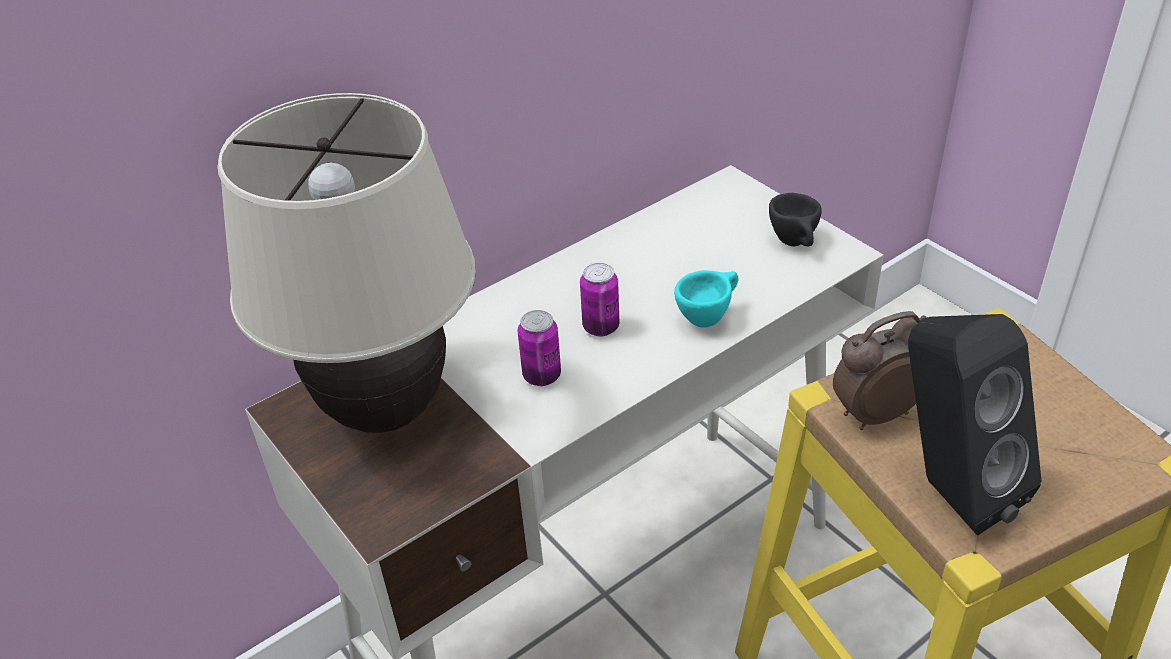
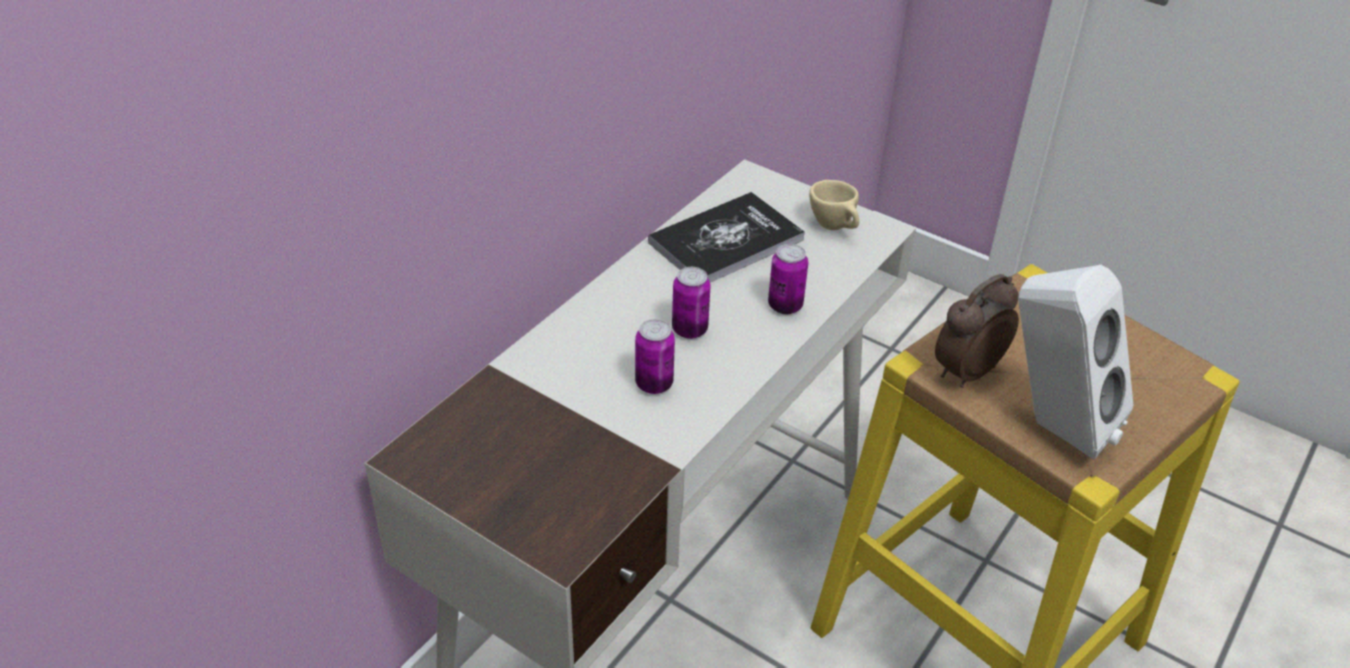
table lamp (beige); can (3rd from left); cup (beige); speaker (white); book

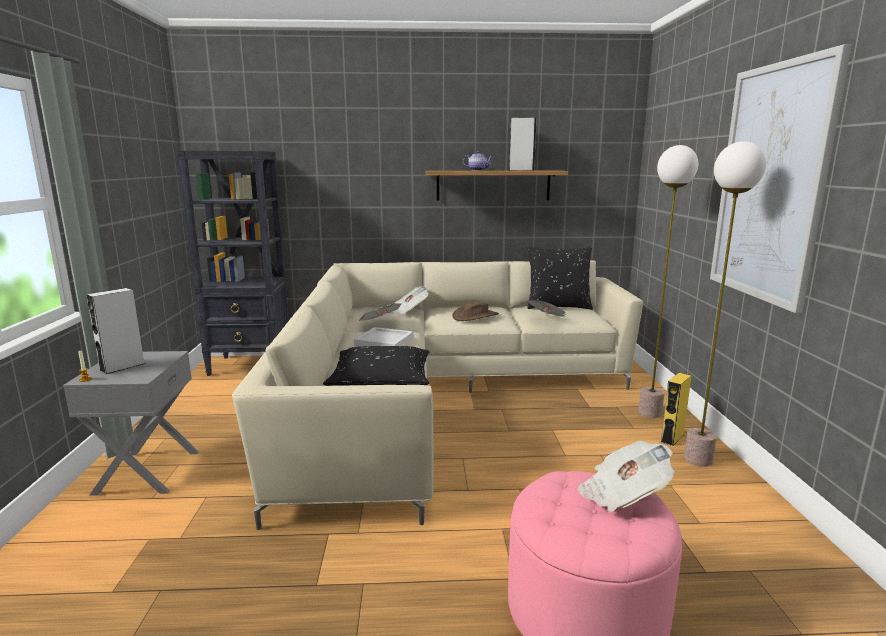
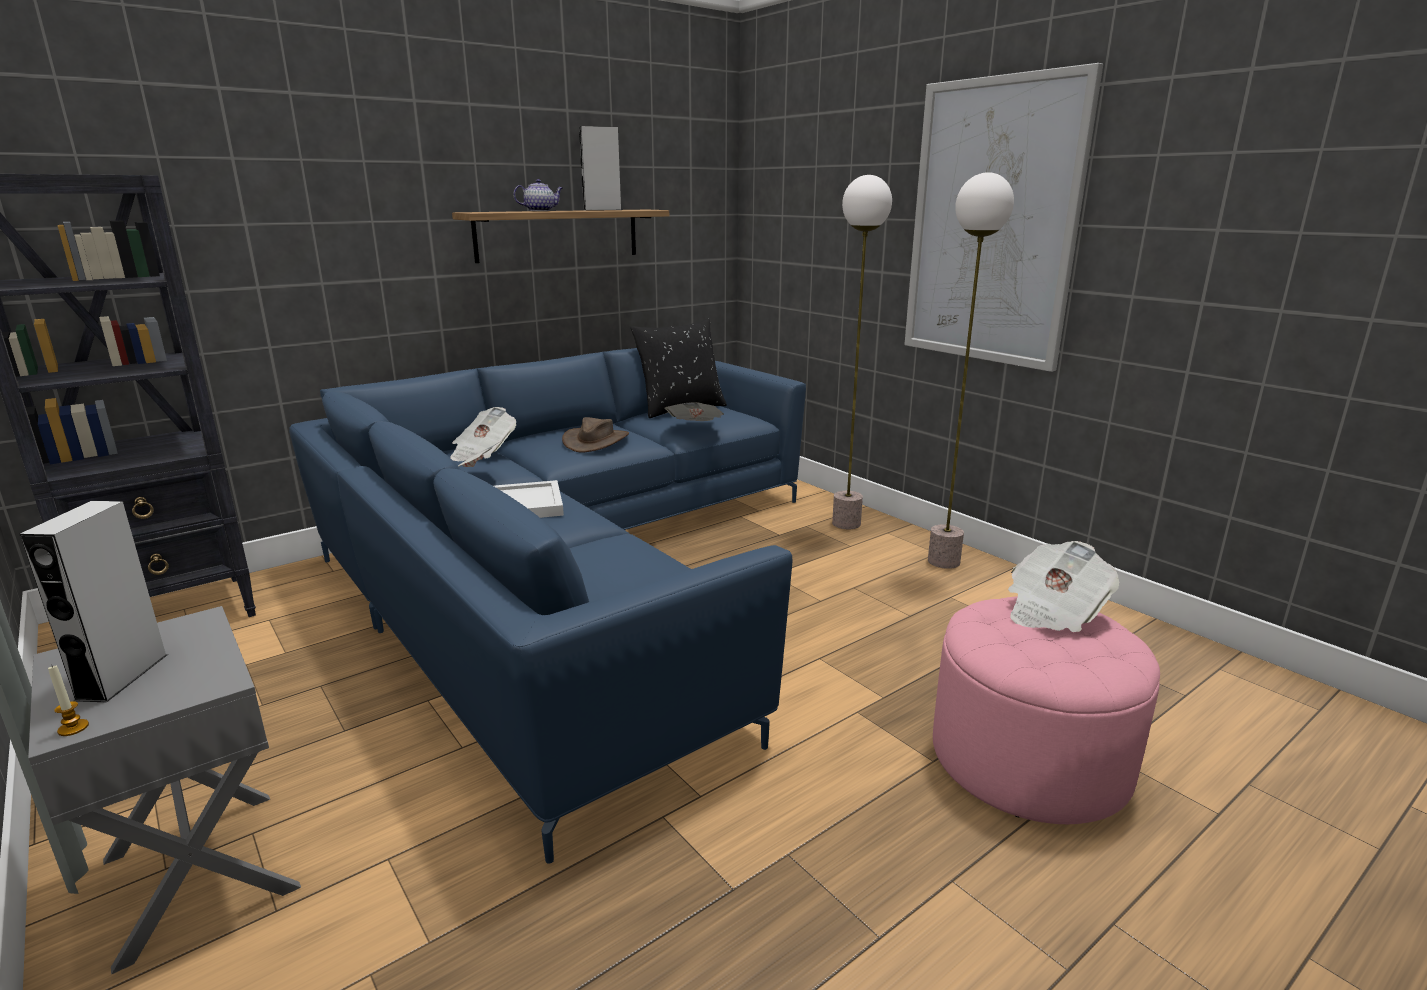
sofa (blue); pillow (black) (1st from left in the first image); speaker (yellow)

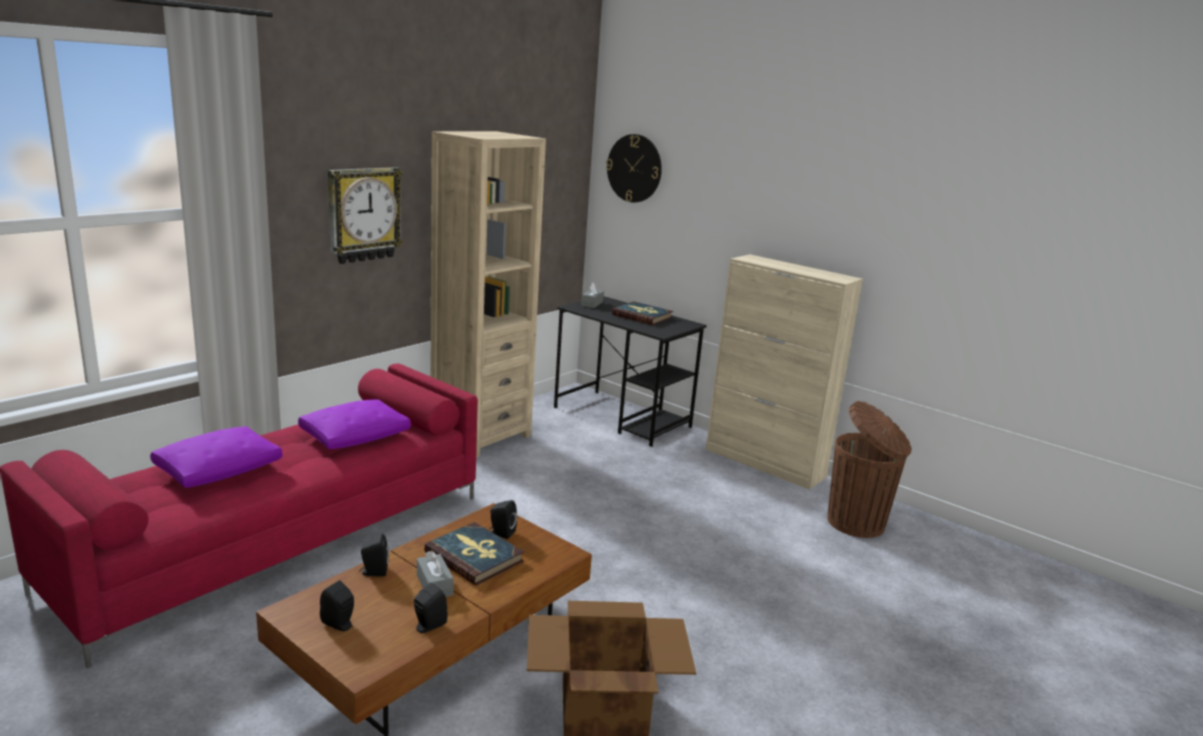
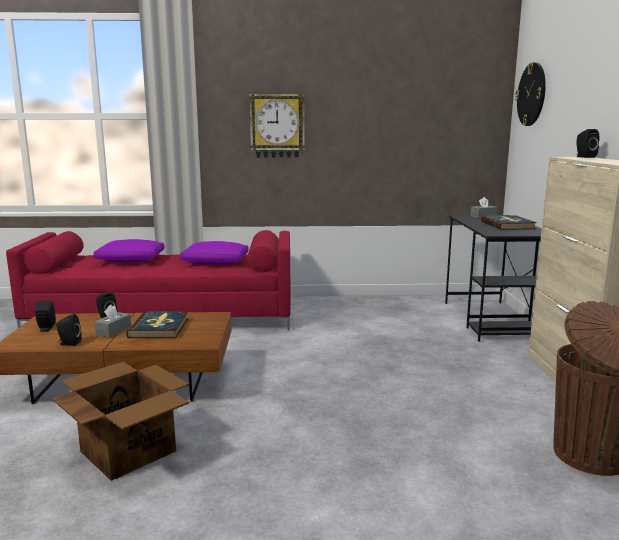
bookcase (beige); speaker (black) (4th from left)

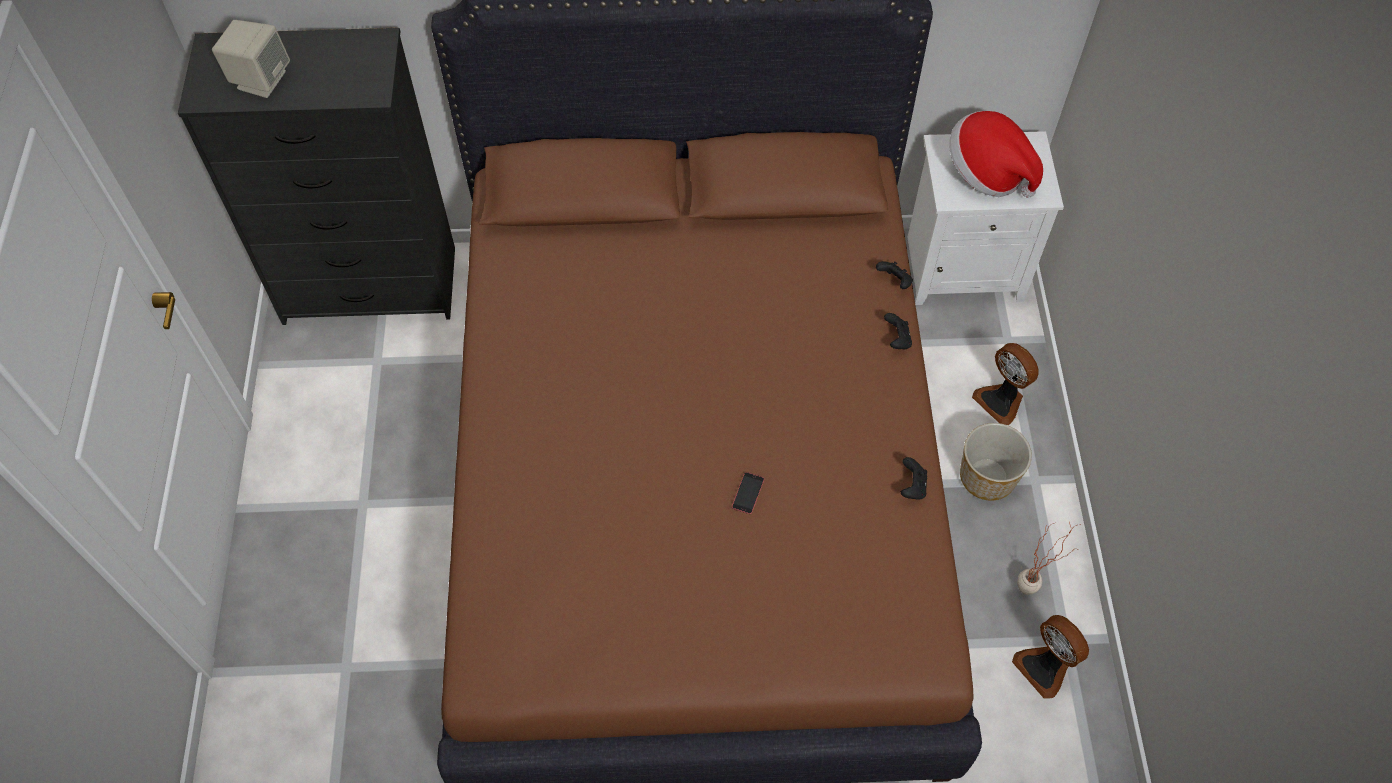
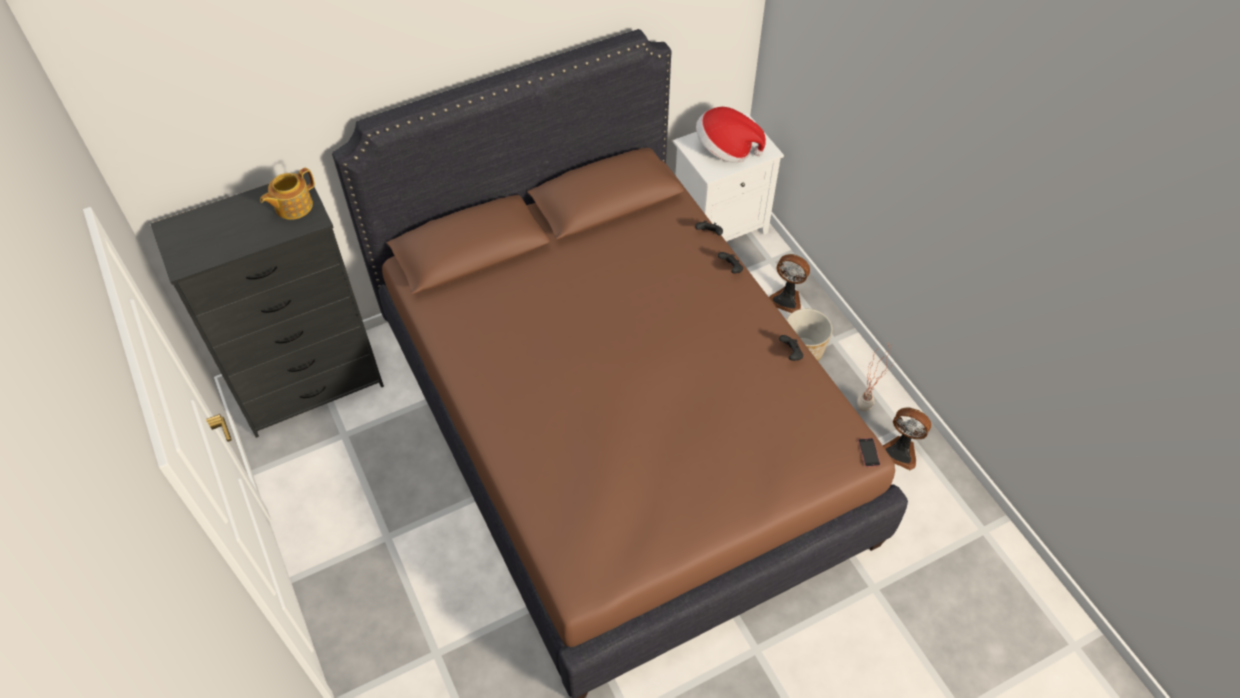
speaker (beige); phone; teapot

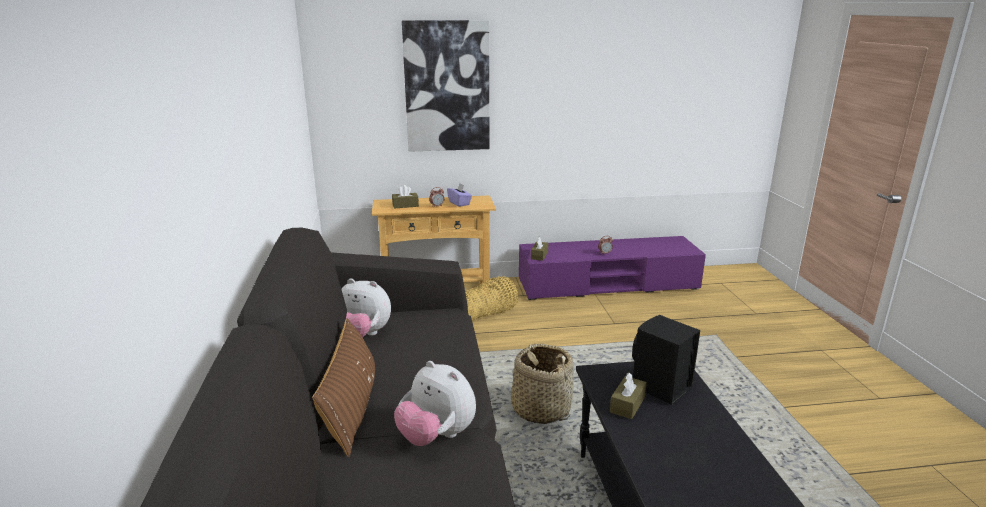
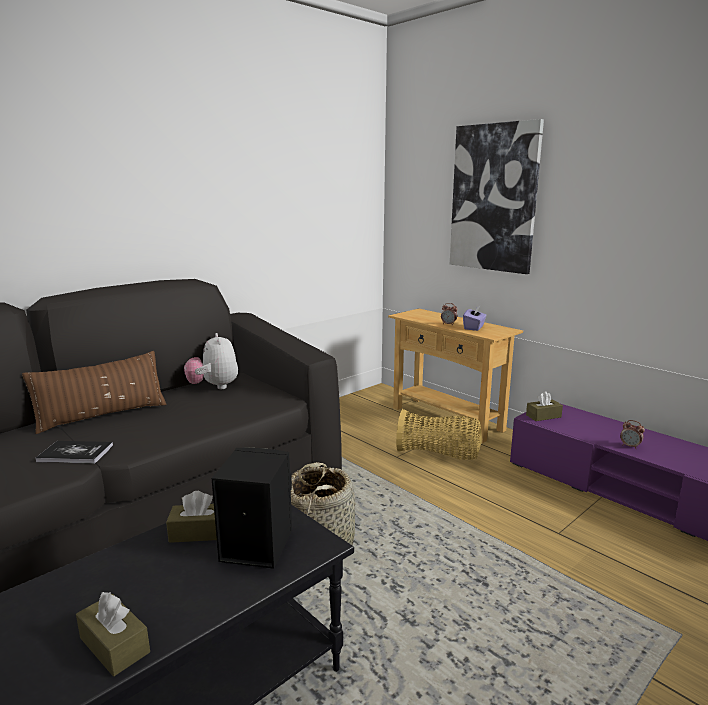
tissue box (brown) (1st from left); book

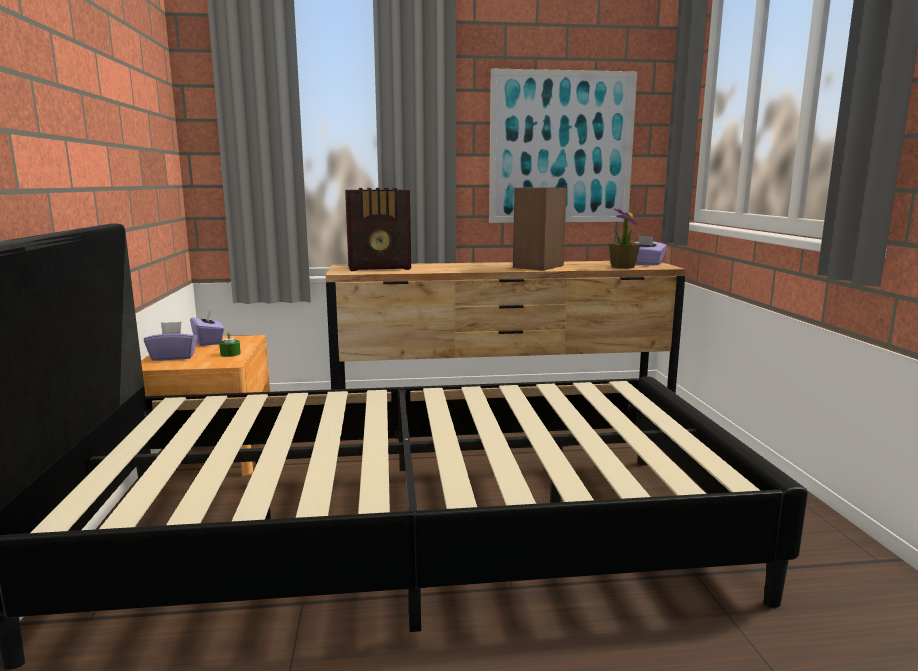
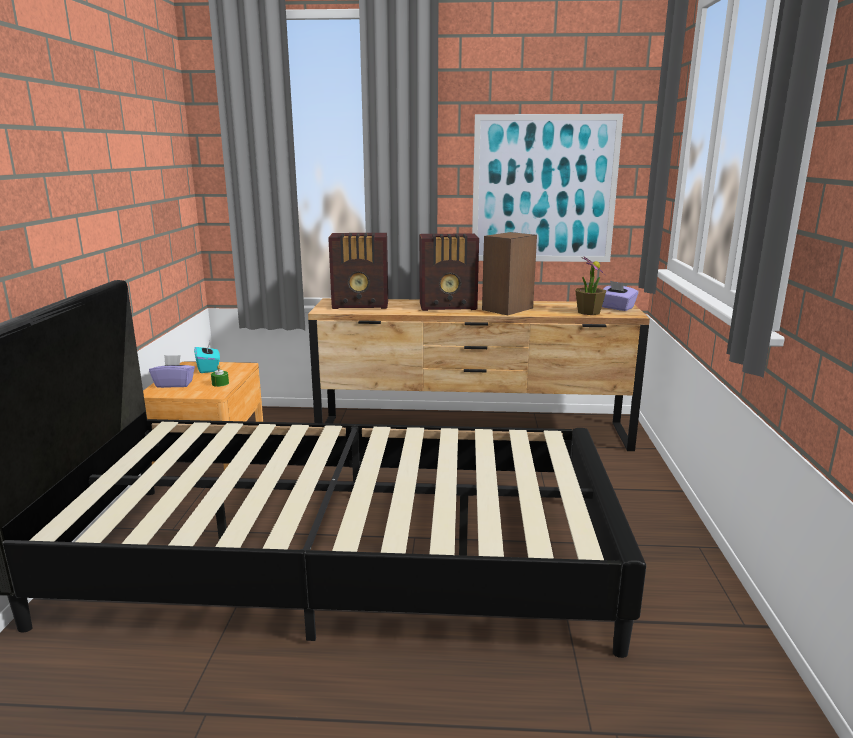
tissue box (turquoise); radio (2nd from left)

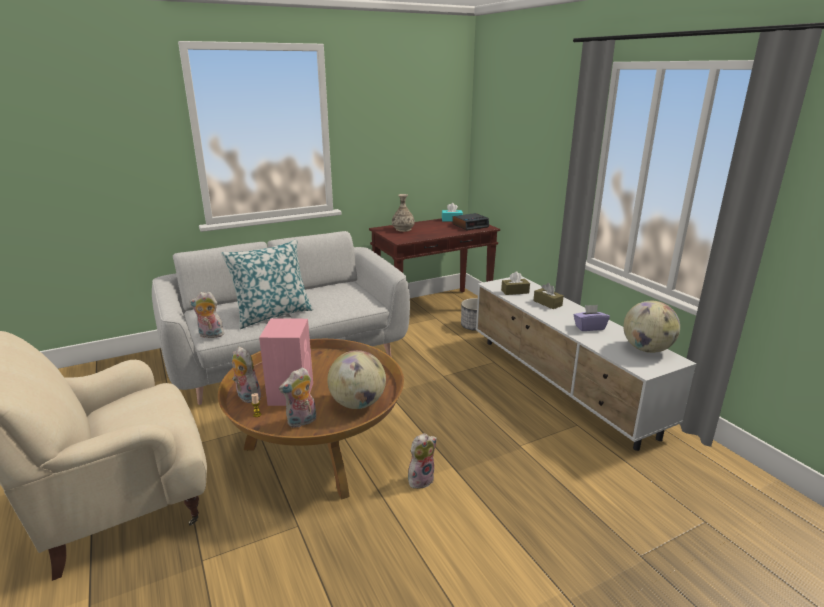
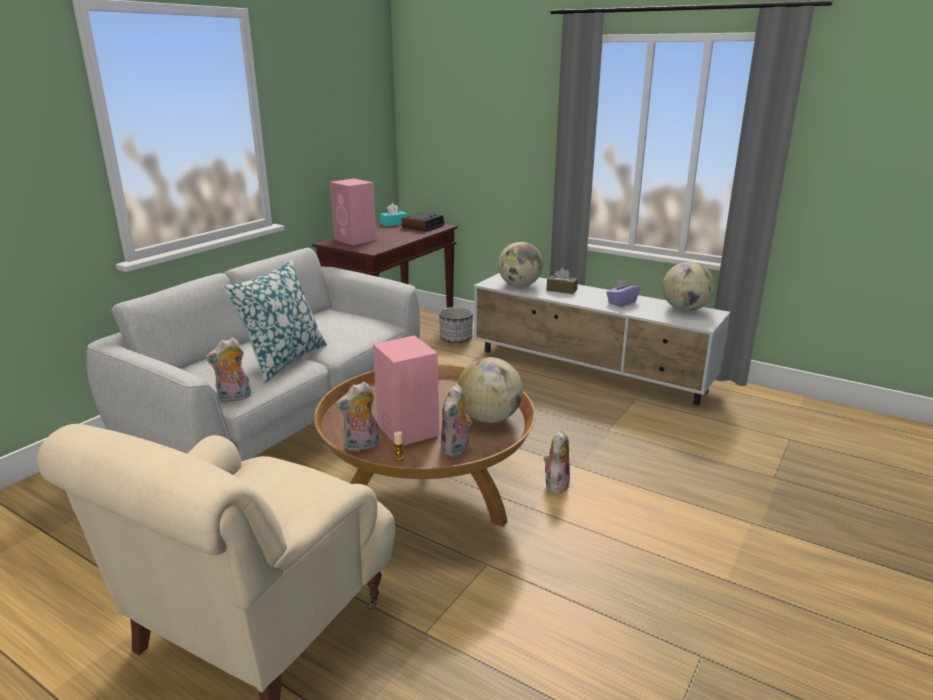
plush toy (2nd from left); speaker (pink) (1st from left); globe (2nd from left)

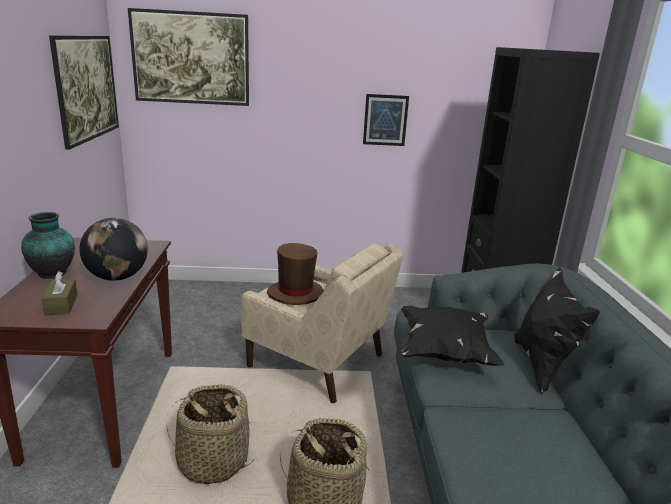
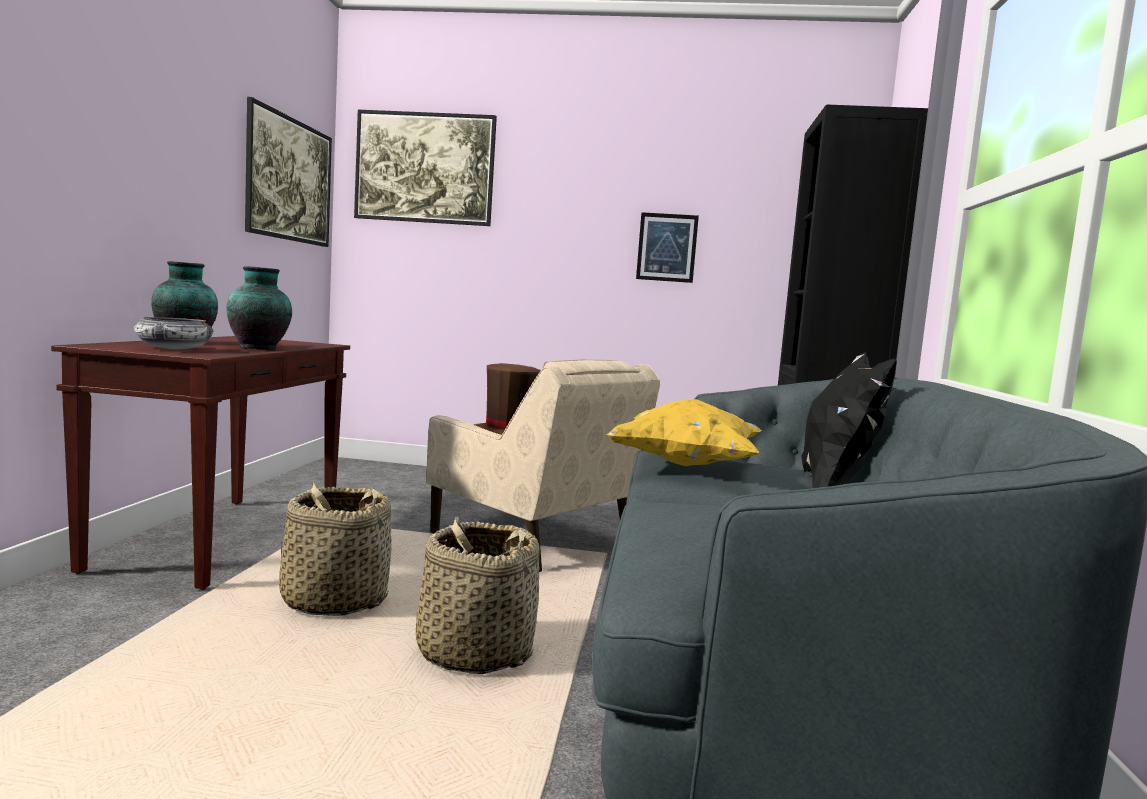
bowl; vase (2nd from left); pillow (yellow)

